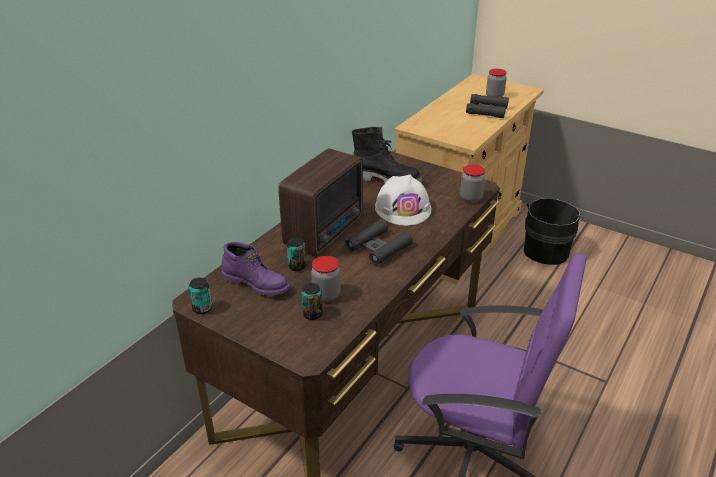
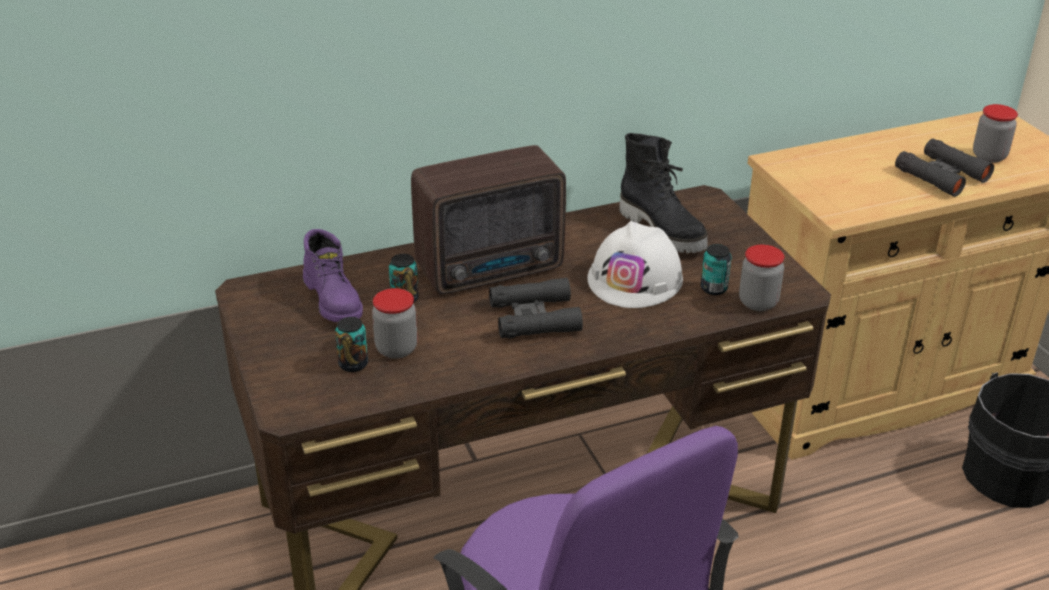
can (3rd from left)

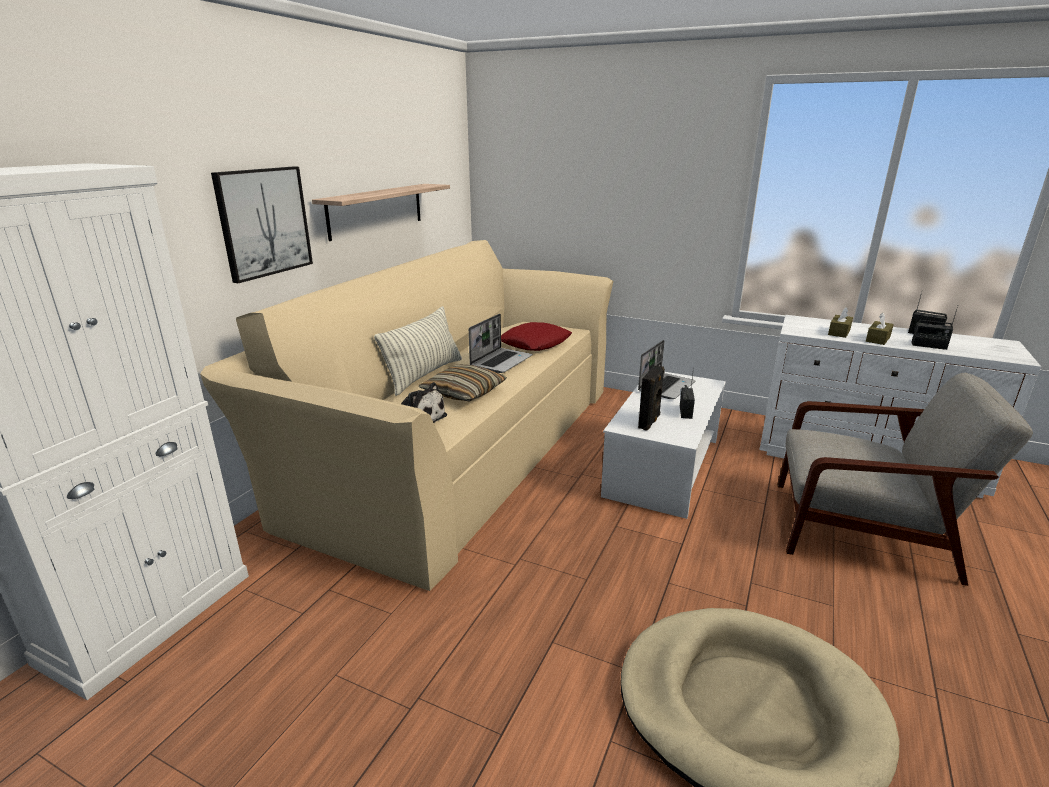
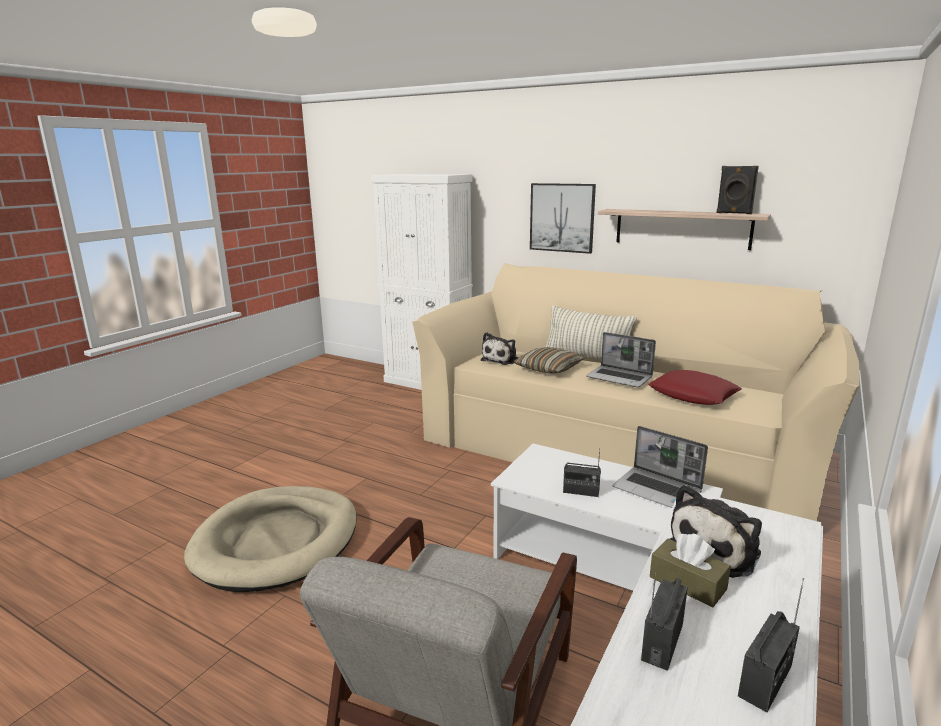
speaker (black); plush toy (2nd from left)

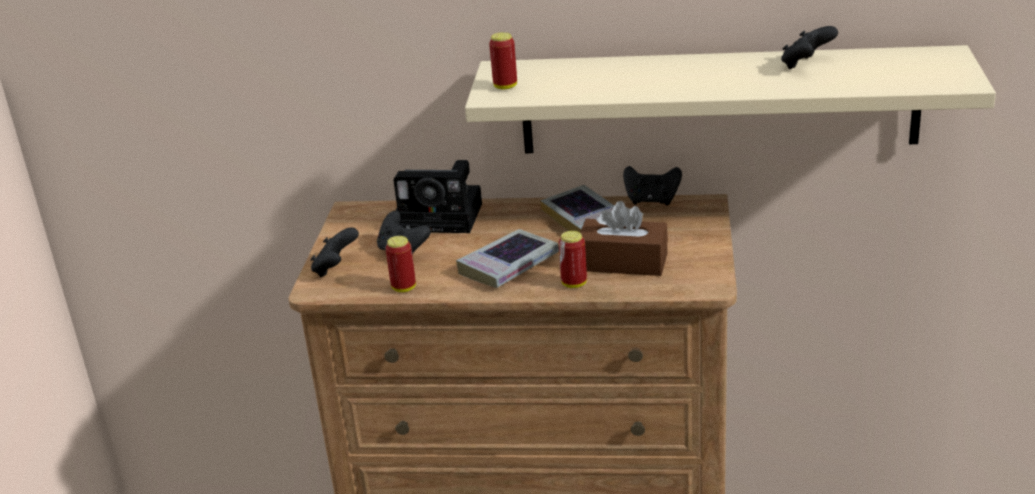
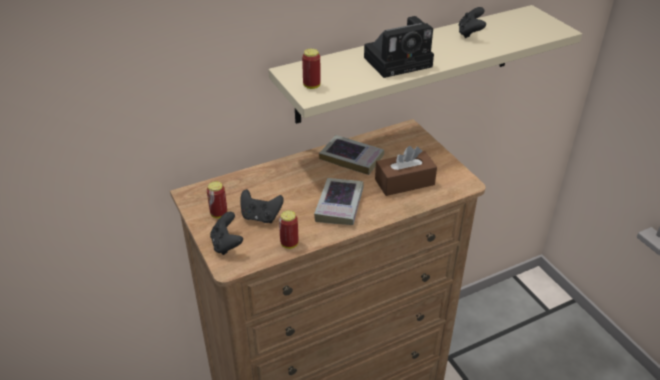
photo camera; can (1st from left); game controller (black) (3rd from left in the first image)

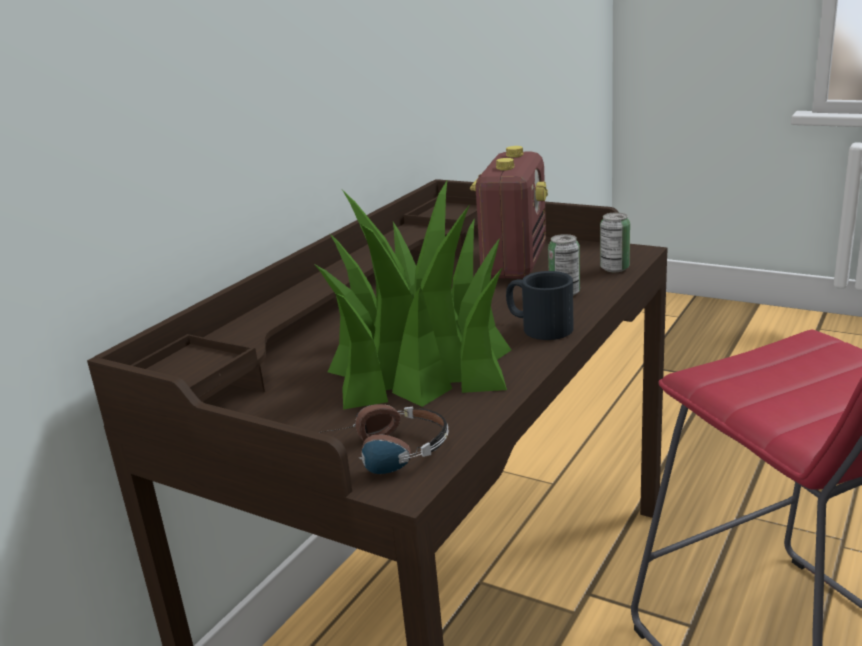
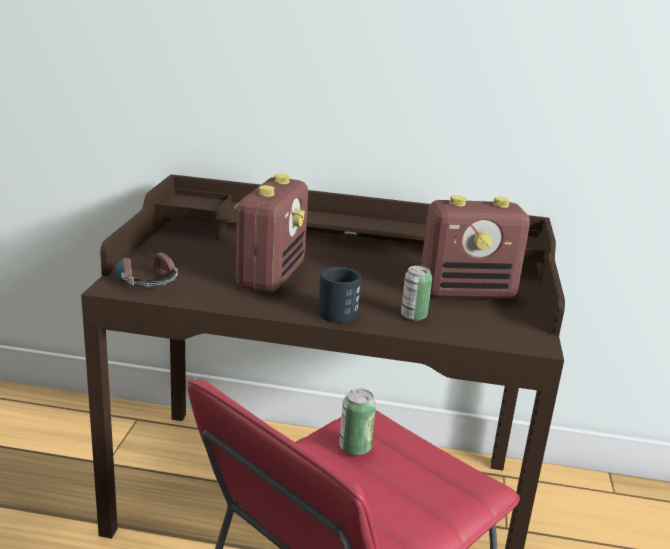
radio (1st from left); can (1st from left)

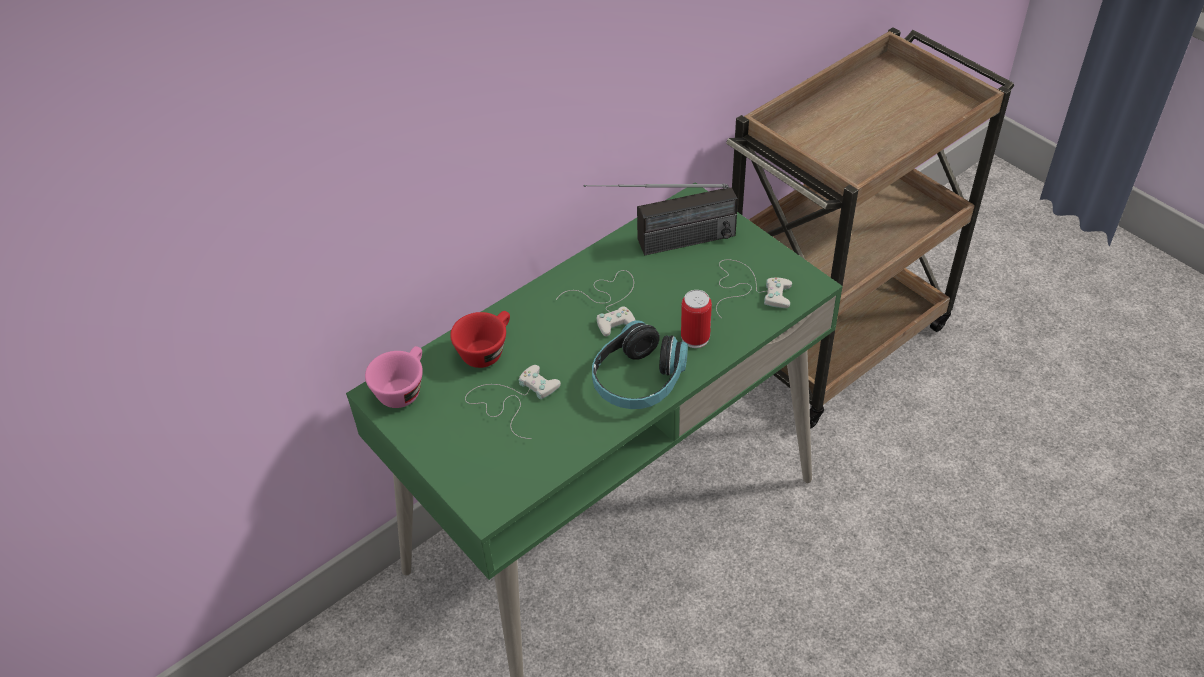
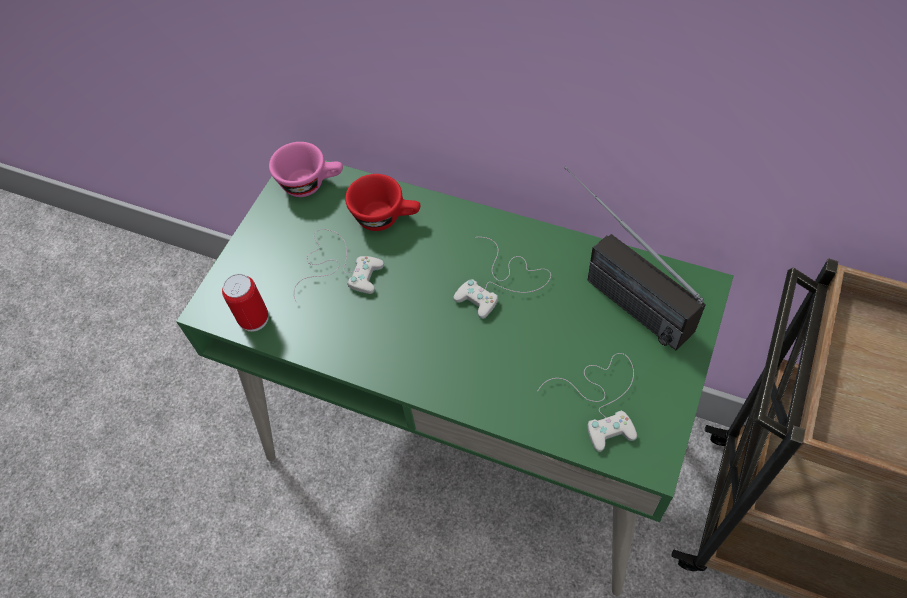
headphones; can

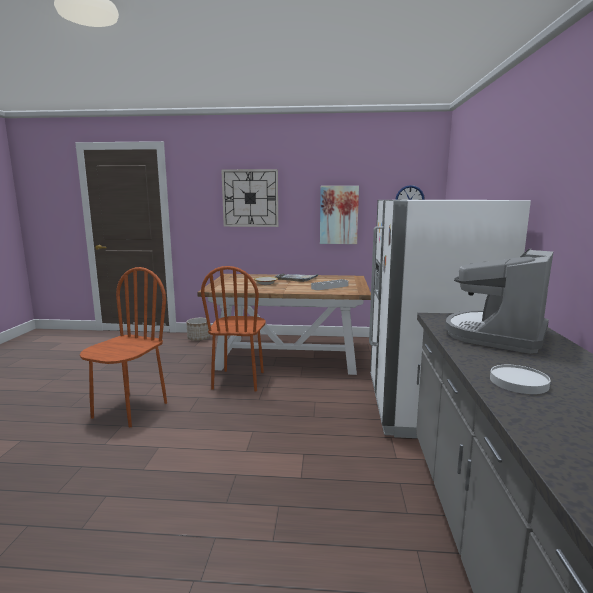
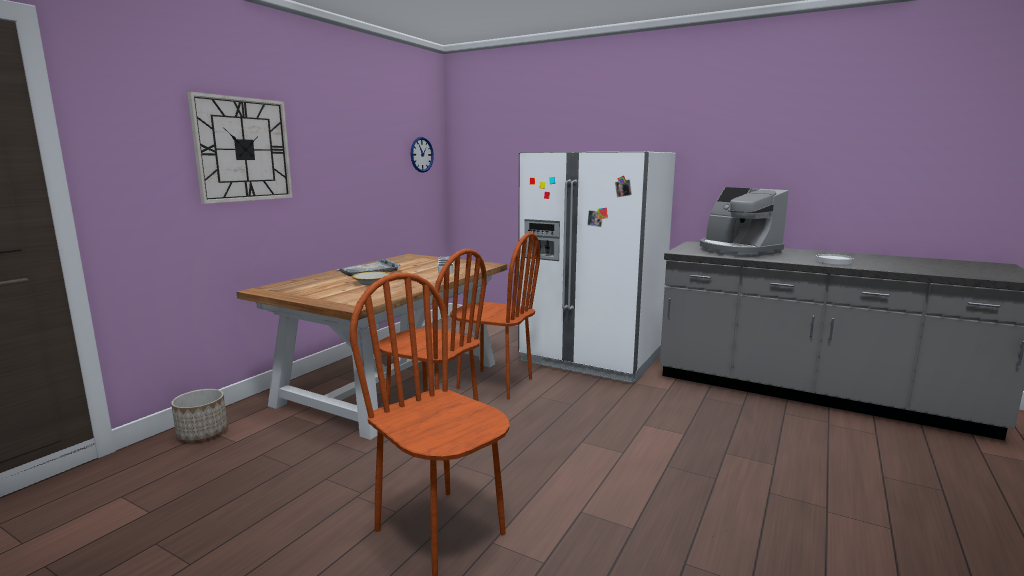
picture; chair (brown) (3rd from left)

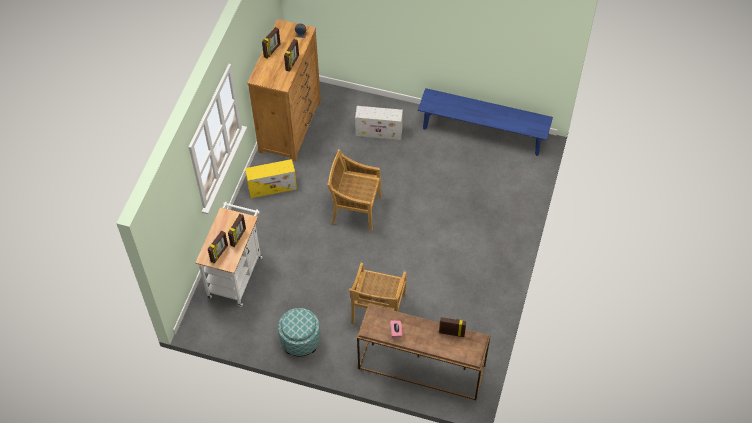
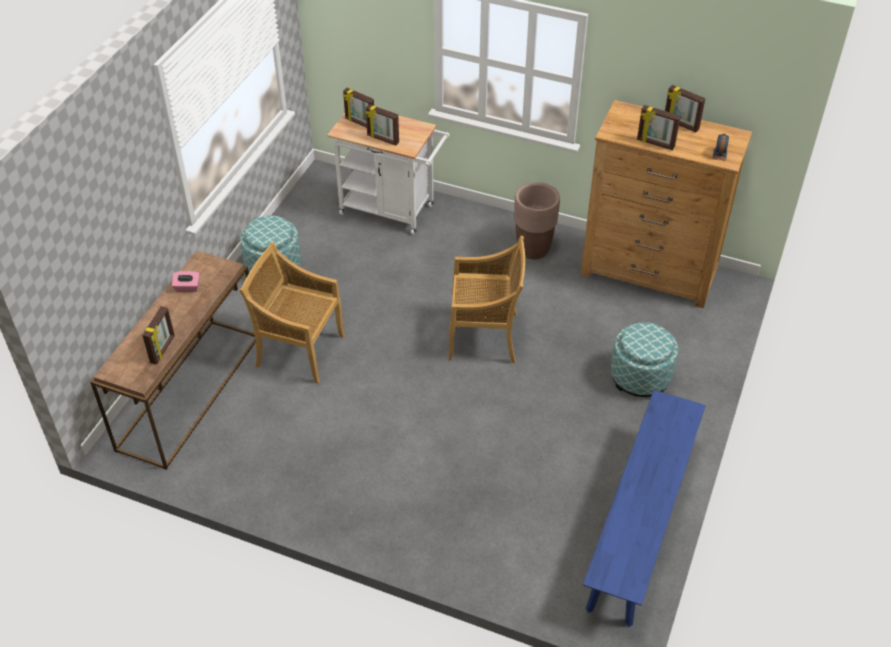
planter (brown); chair (beige) (2nd from left); ottoman (2nd from left)

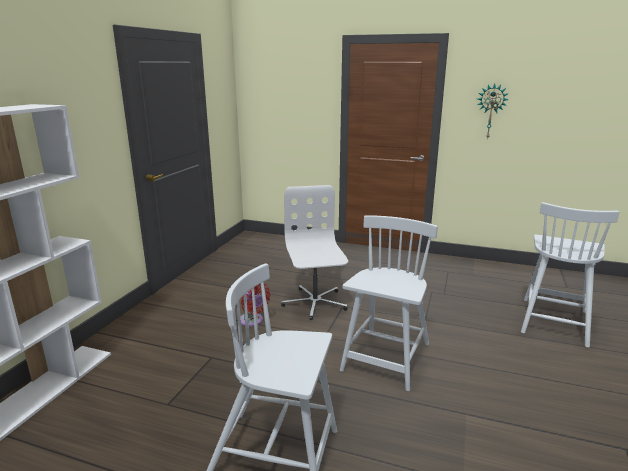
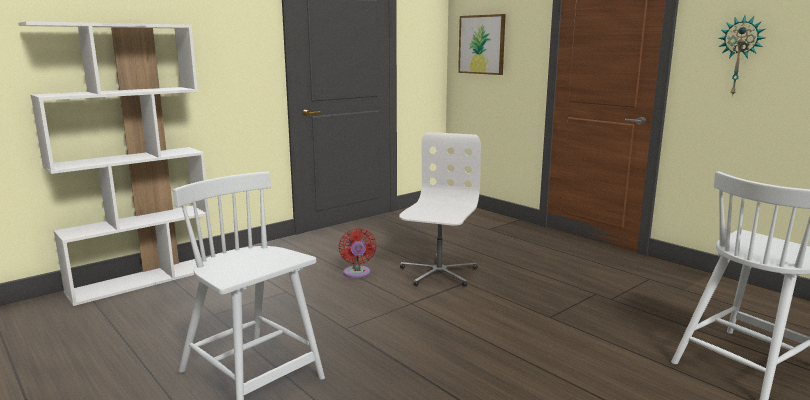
chair (white) (2nd from left in the first image); picture

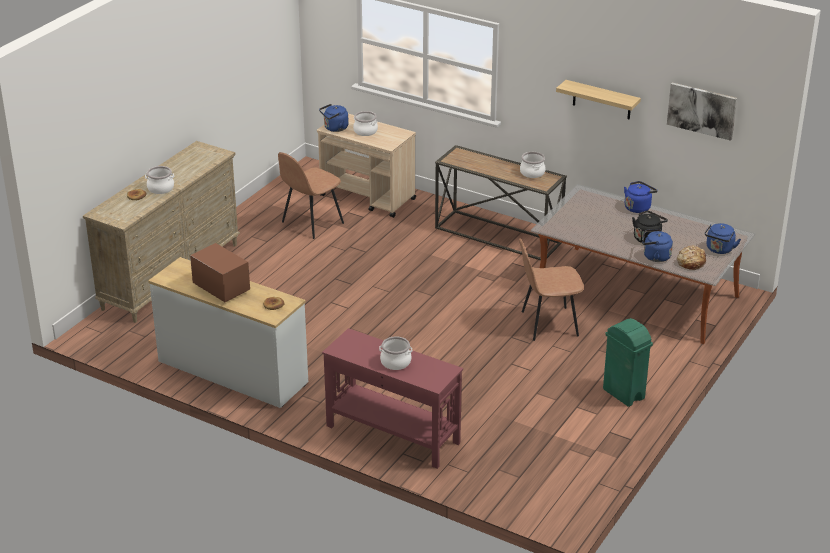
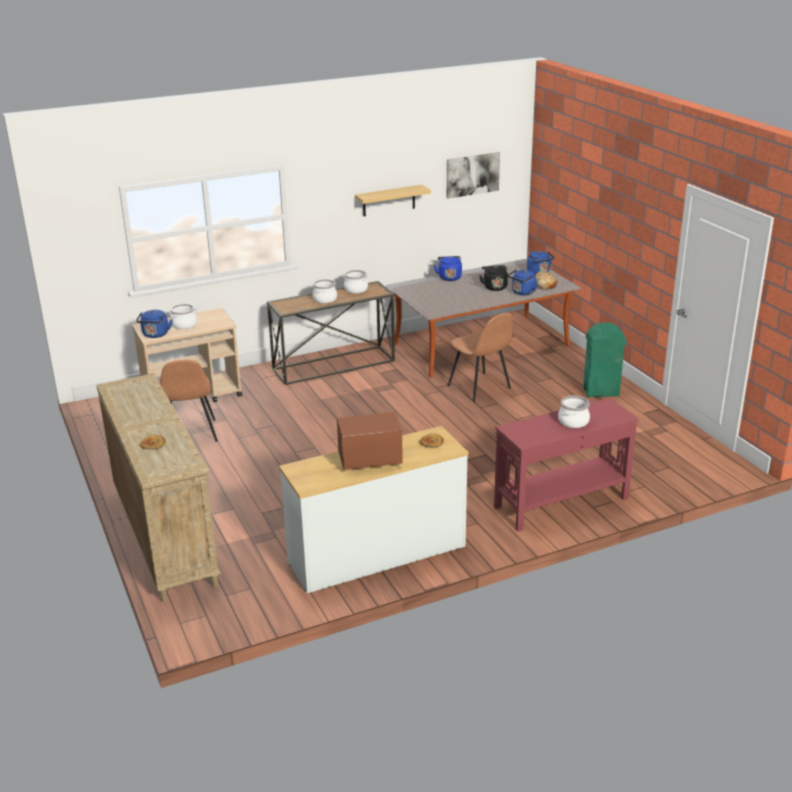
cooking pot (2nd from left); chair (brown) (2nd from left)

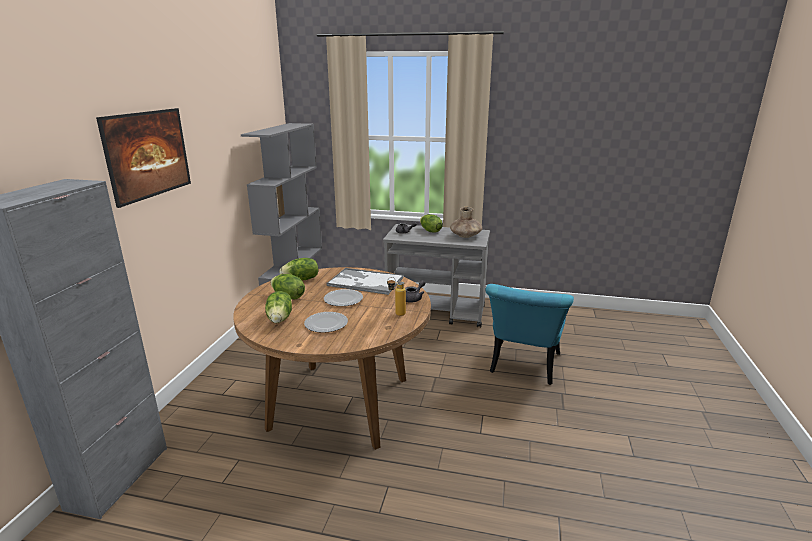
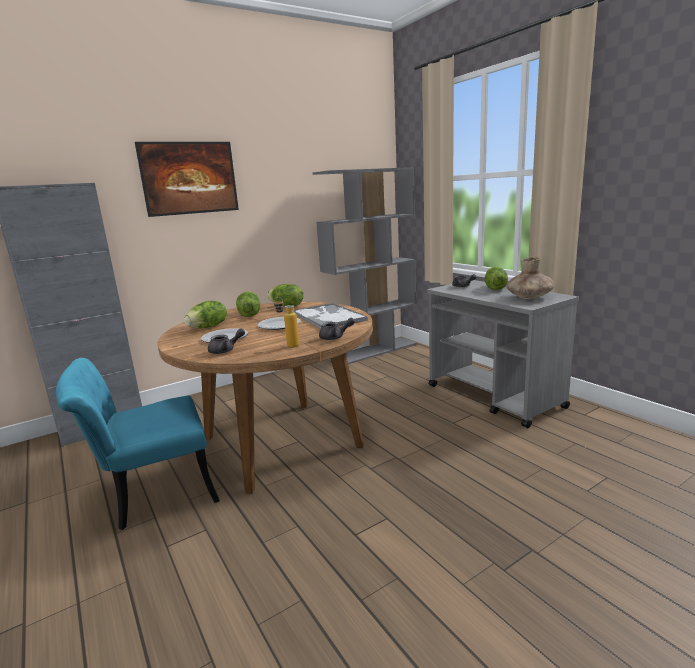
chair (turquoise); teapot (grey) (1st from left)

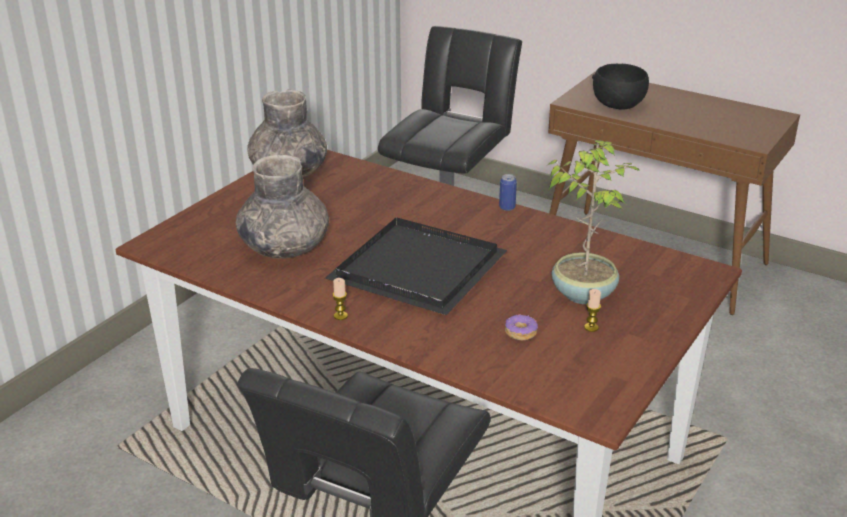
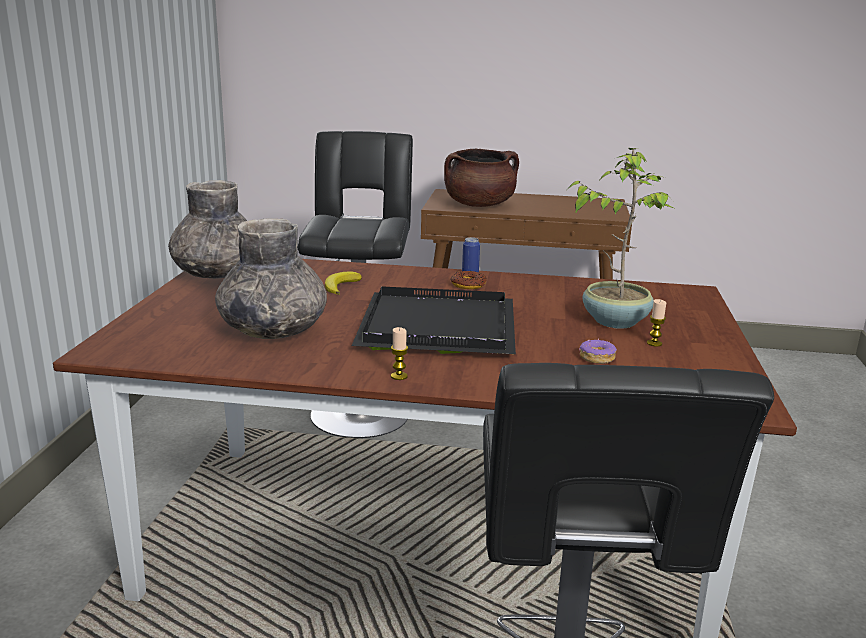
cooking pot (brown); banana; donut (1st from left)

